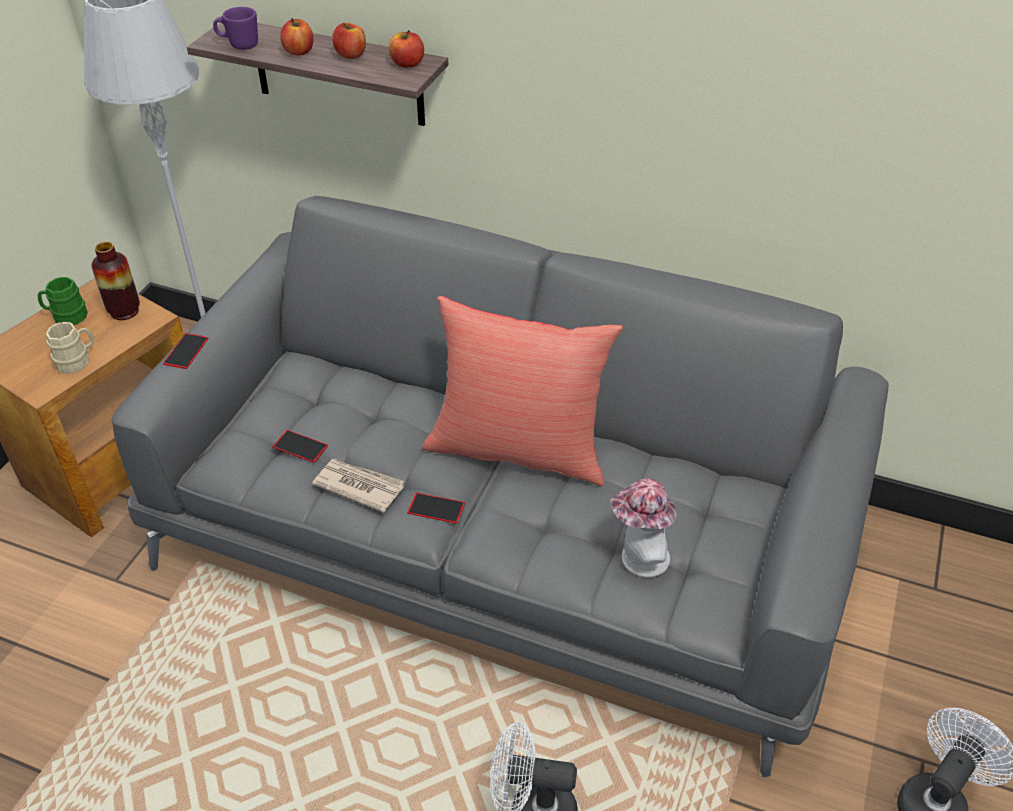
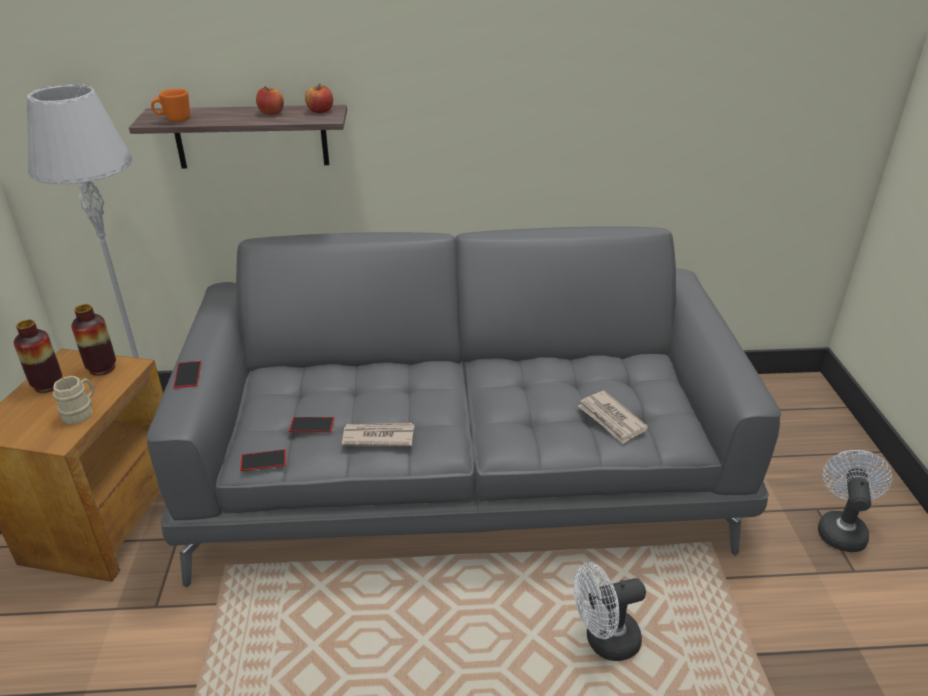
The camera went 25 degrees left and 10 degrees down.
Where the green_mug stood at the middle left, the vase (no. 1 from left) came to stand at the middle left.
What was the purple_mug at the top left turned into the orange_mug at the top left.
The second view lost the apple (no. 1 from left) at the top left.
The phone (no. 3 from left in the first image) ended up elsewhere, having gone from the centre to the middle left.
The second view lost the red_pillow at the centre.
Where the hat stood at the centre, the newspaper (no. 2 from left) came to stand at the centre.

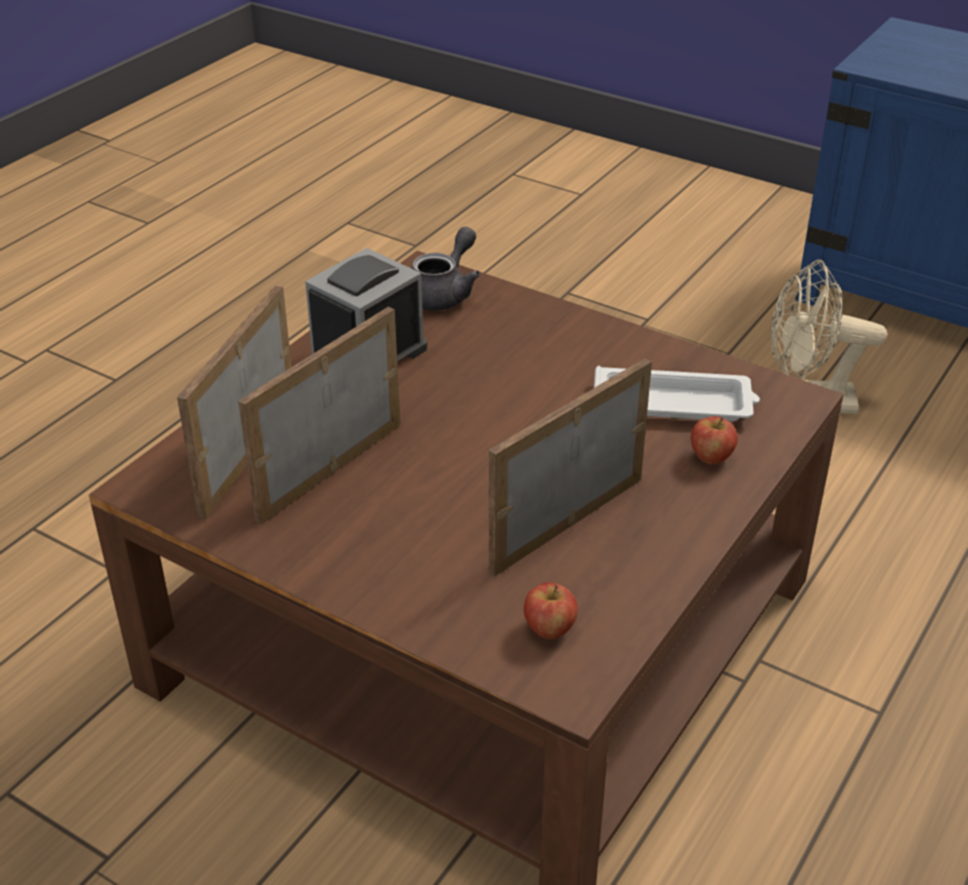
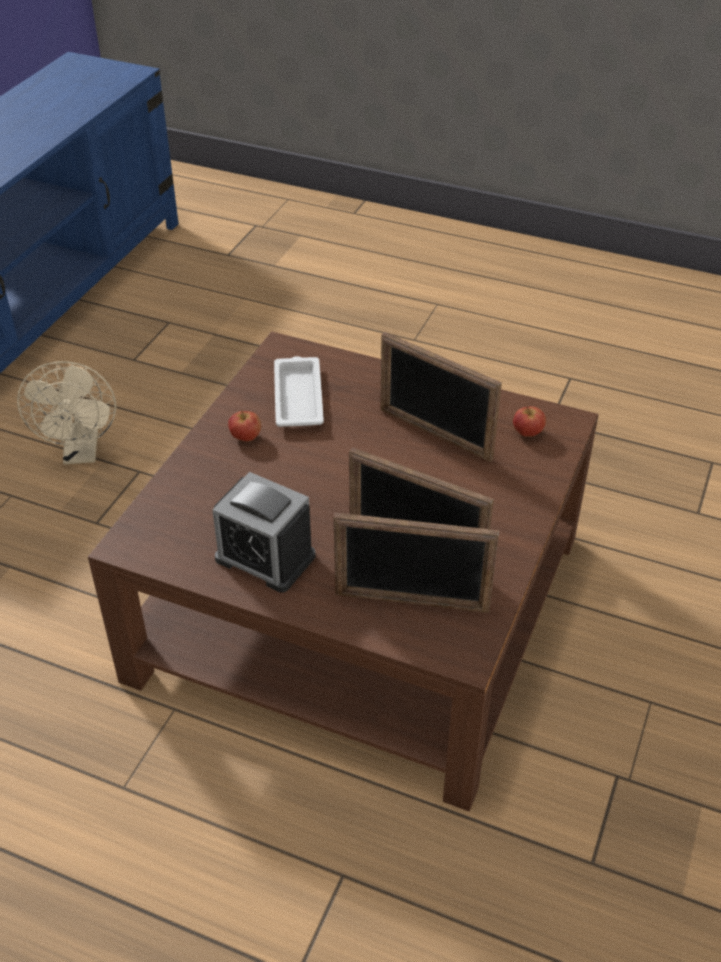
The camera went 100 degrees left and 5 degrees up.
The second view lost the grey_teapot at the top centre.
The apple (no. 2 from left in the first image) ended up elsewhere, having gone from the middle right to the centre.

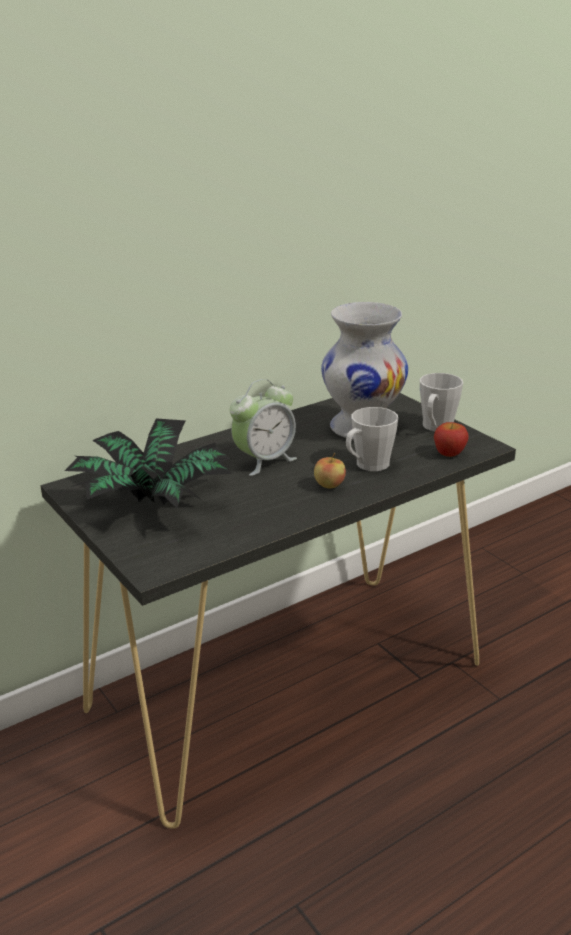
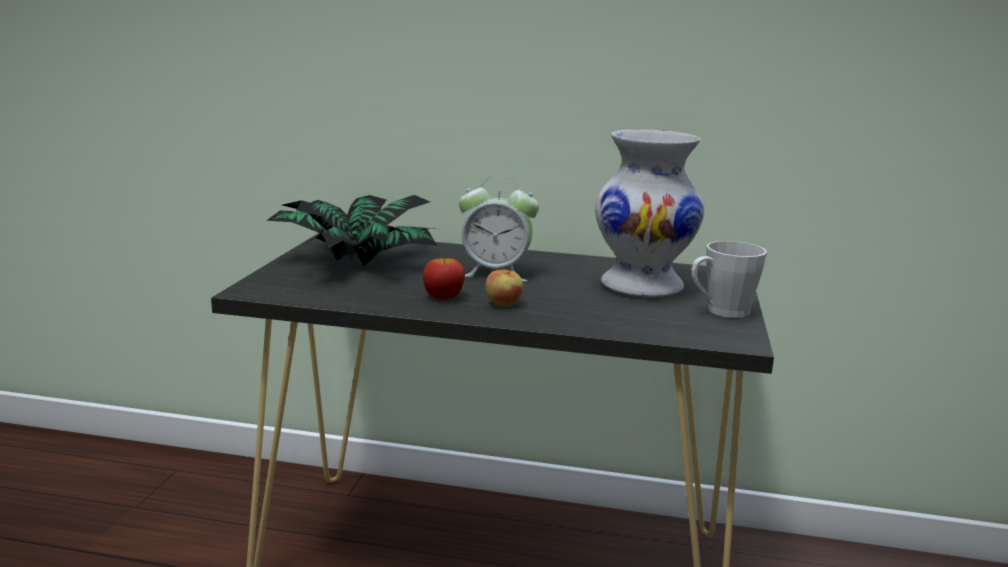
The camera went 45 degrees right and 10 degrees down.
The second view lost the grey_mug (no. 1 from left) at the centre.
The apple (no. 2 from left in the first image) ended up elsewhere, having gone from the middle right to the centre.

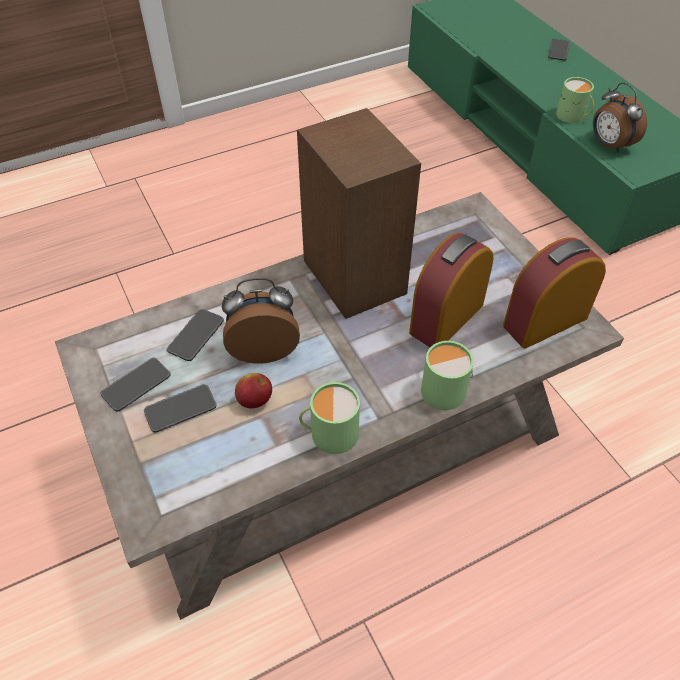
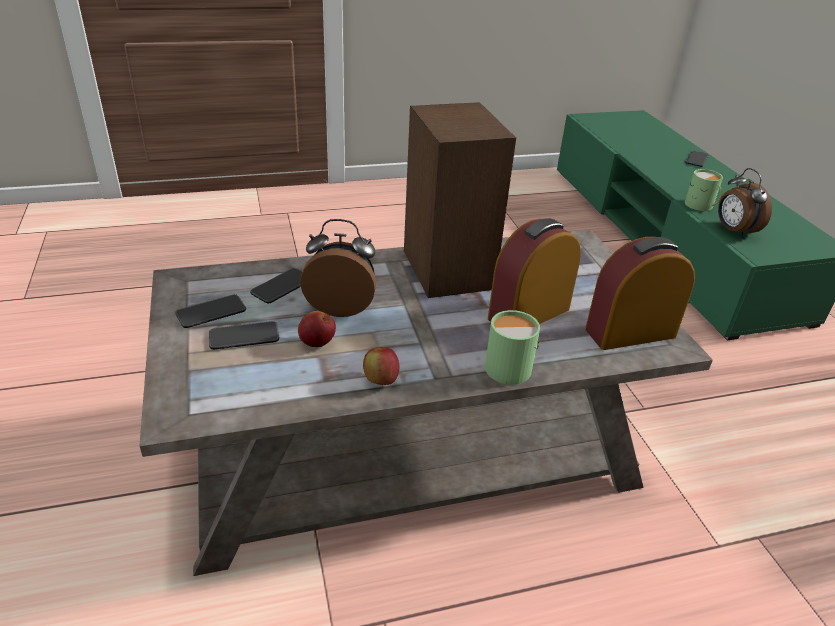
The camera went 10 degrees right and 15 degrees down.
Where the green_mug (no. 1 from left) stood at the centre, the apple (no. 2 from left) came to stand at the centre.

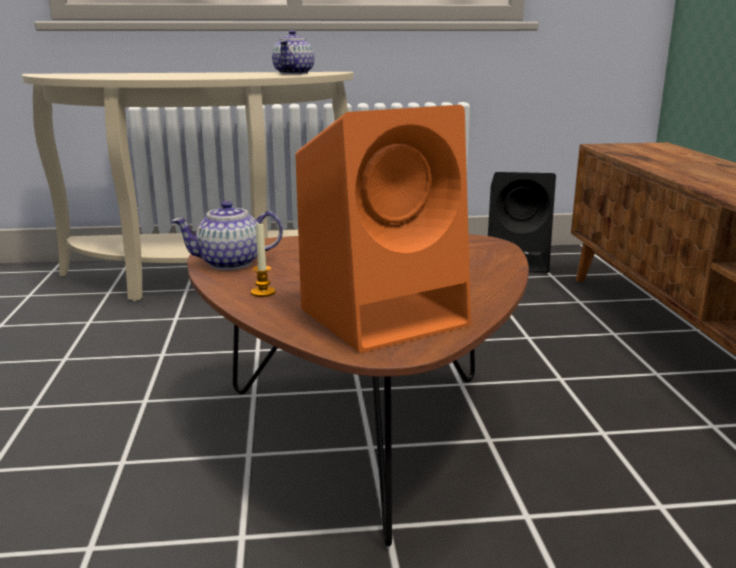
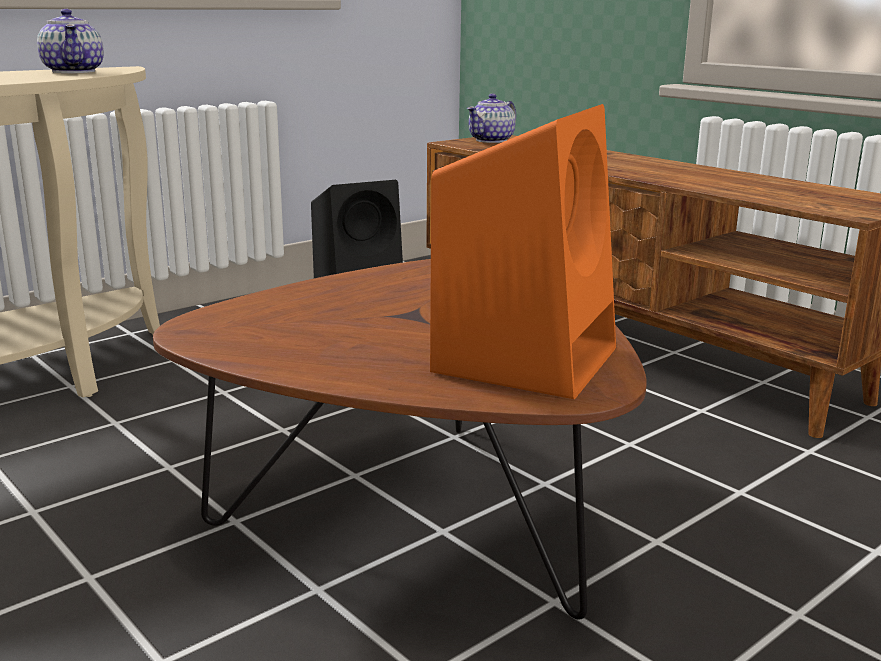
The camera went 35 degrees left and 0 degrees up.
The teapot (no. 1 from left in the first image) ended up elsewhere, having gone from the middle left to the top centre.
The second view lost the candle at the centre.

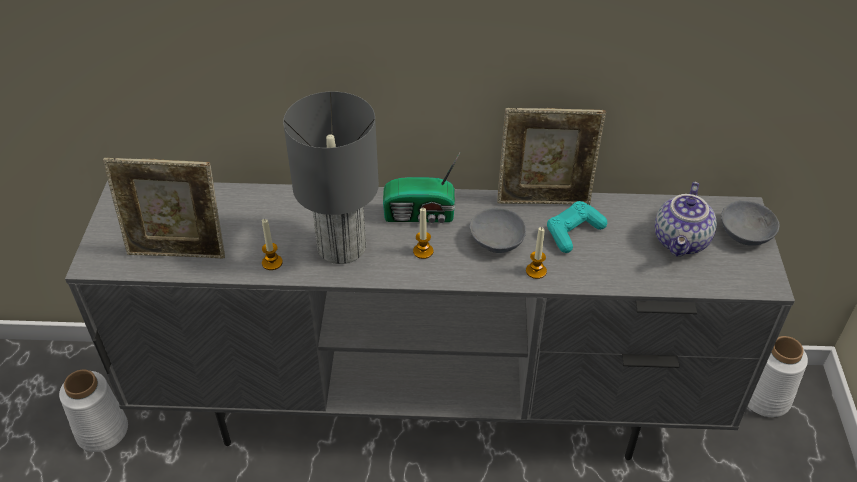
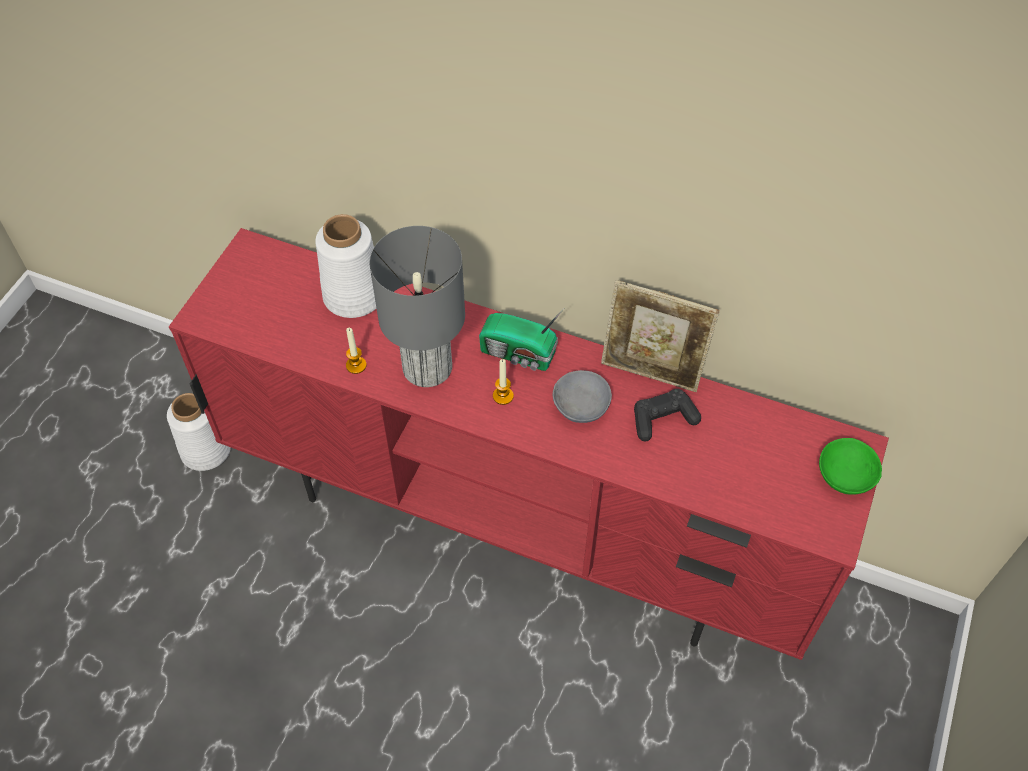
The camera went 20 degrees right and 10 degrees up.
What was the grey_tv_stand at the centre turned into the red_tv_stand at the centre.
The second view lost the picture_frame (no. 1 from left) at the middle left.
The second view lost the candle (no. 3 from left) at the centre.
What was the turquoise_game_controller at the middle right turned into the black_game_controller at the centre.
The second view lost the teapot at the middle right.
What was the grey_bowl (no. 2 from left) at the middle right turned into the green_bowl at the middle right.
The white_vase (no. 2 from left) ended up elsewhere, having gone from the bottom right to the centre.

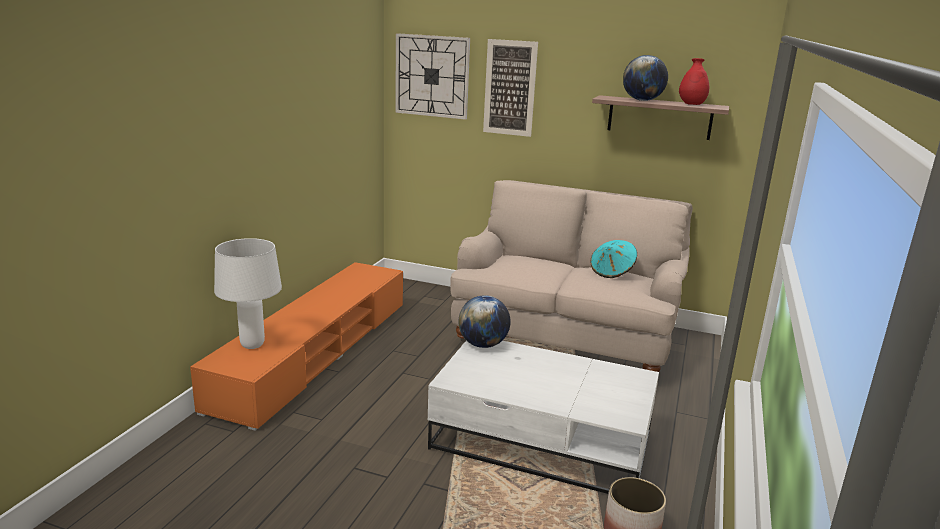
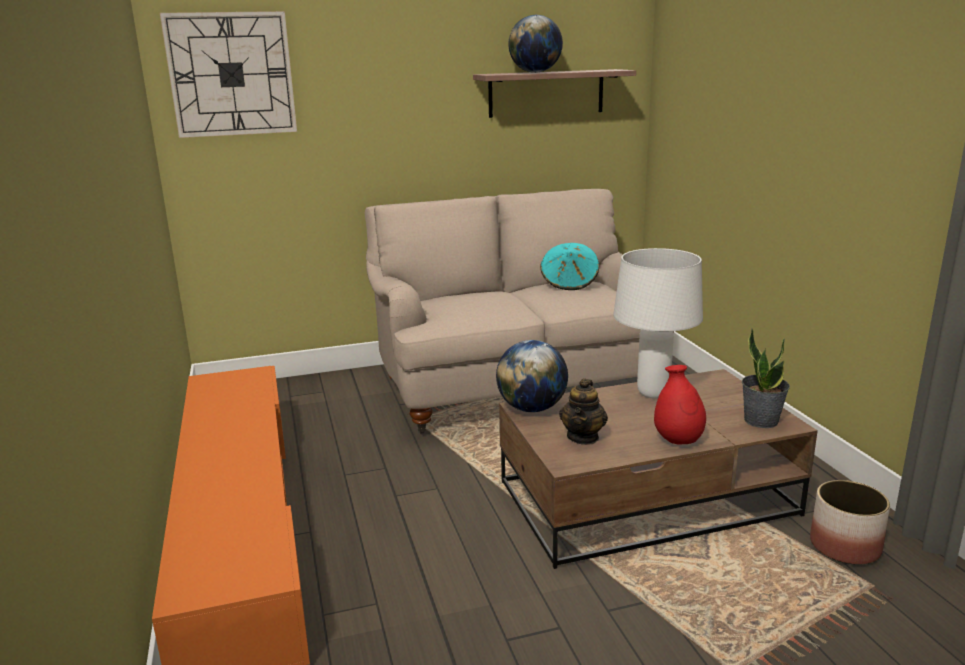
The camera went 35 degrees left and 0 degrees up.
The white_table_lamp ended up elsewhere, having gone from the middle left to the middle right.
What was the white_coffee_table at the bottom centre turned into the brown_coffee_table at the bottom right.
The second view lost the picture at the top centre.
The red_vase ended up elsewhere, having gone from the top right to the middle right.
The second view gained the teapot at the centre.
The second view gained the potted_plant at the middle right.

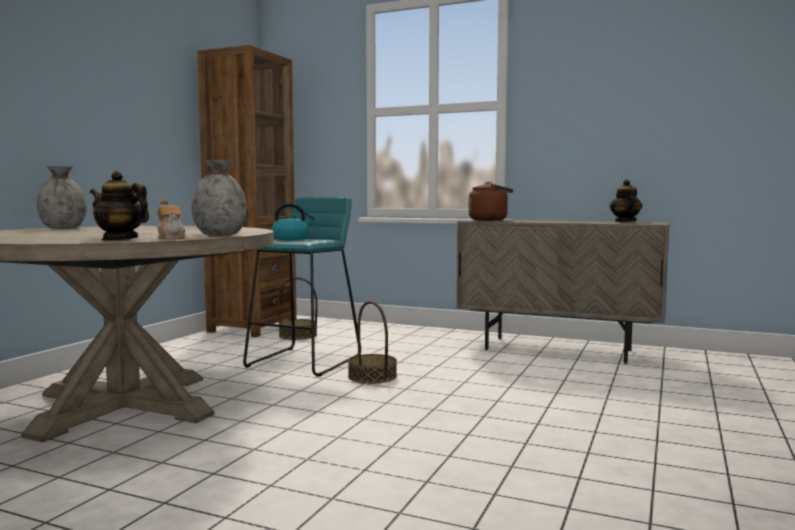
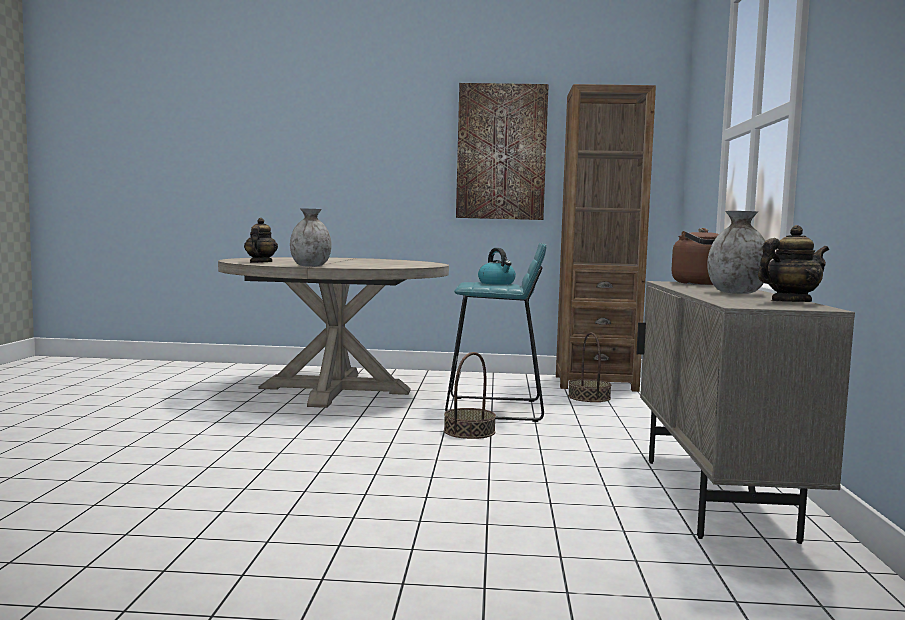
The camera went 70 degrees right and 0 degrees up.
The grey_vase (no. 1 from left in the first image) ended up elsewhere, having gone from the middle left to the middle right.
The second view lost the teapot (no. 2 from left) at the middle left.
The second view gained the picture at the top centre.

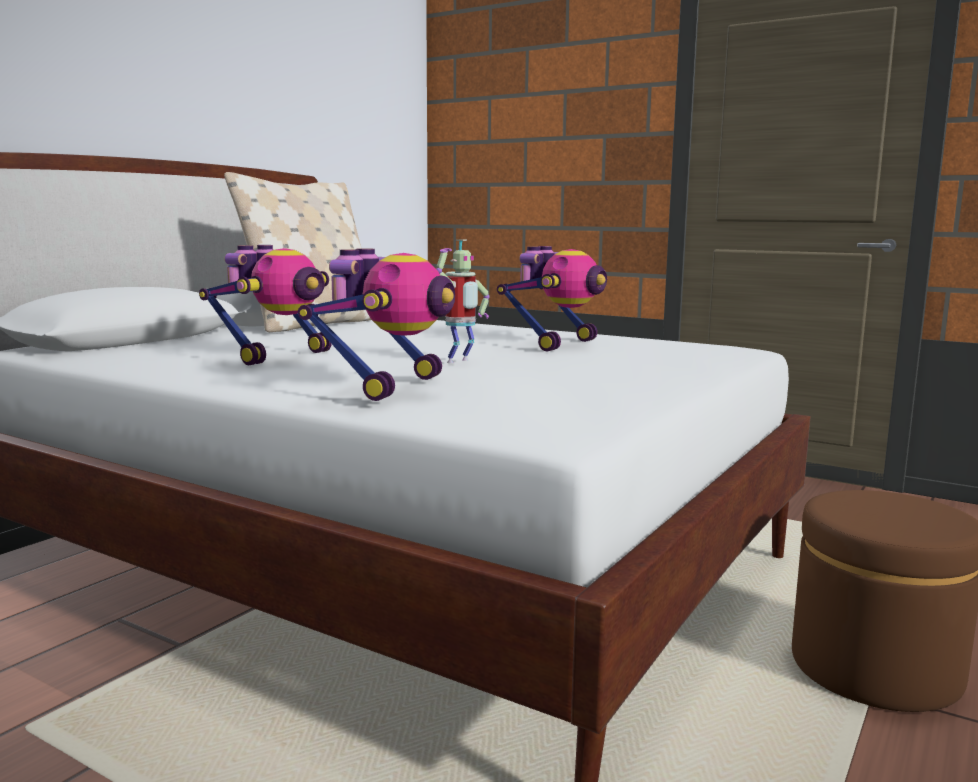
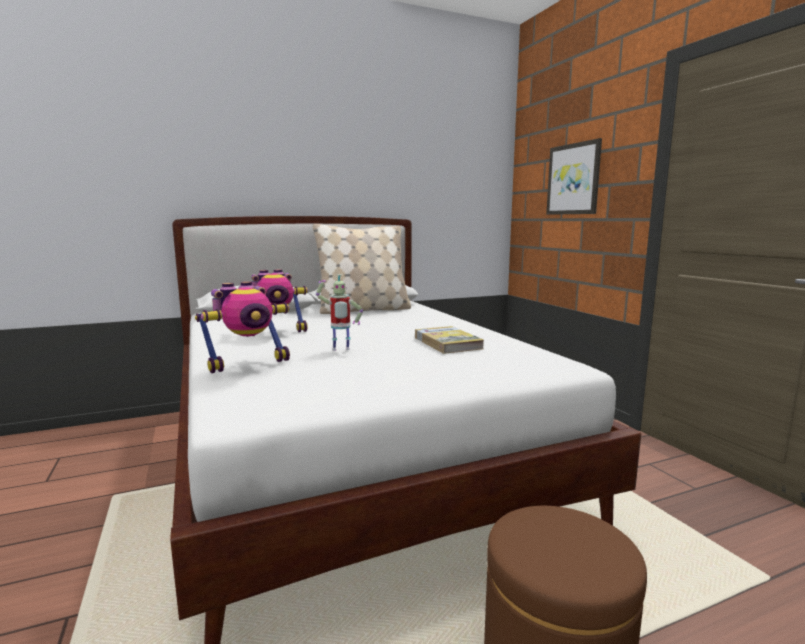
The camera went 35 degrees right and 0 degrees up.
Where the toy_robot (no. 4 from left) stood at the centre, the book came to stand at the centre.
The second view gained the picture at the top right.

